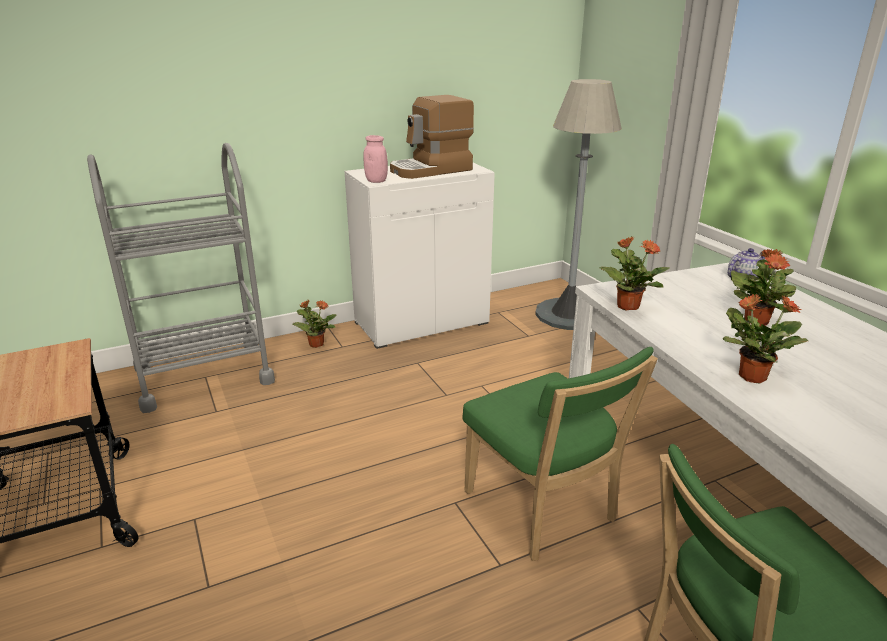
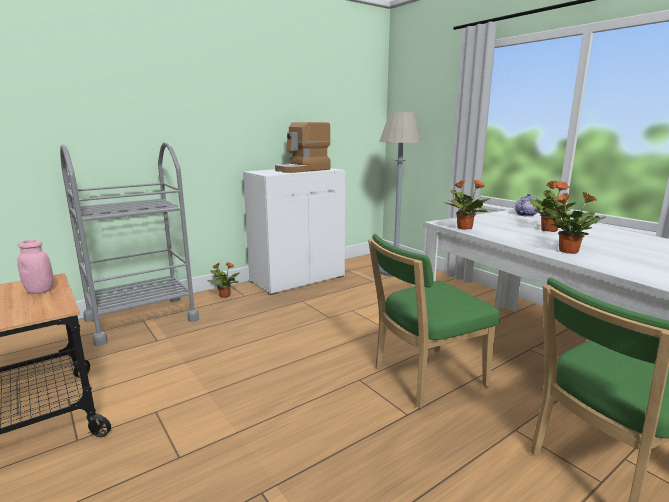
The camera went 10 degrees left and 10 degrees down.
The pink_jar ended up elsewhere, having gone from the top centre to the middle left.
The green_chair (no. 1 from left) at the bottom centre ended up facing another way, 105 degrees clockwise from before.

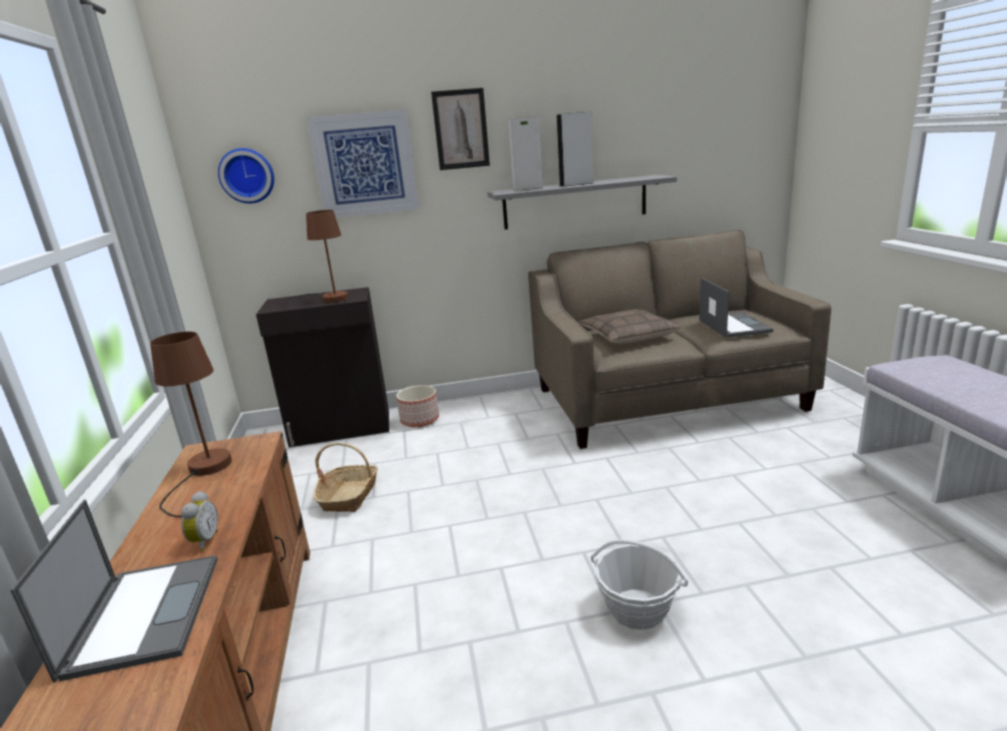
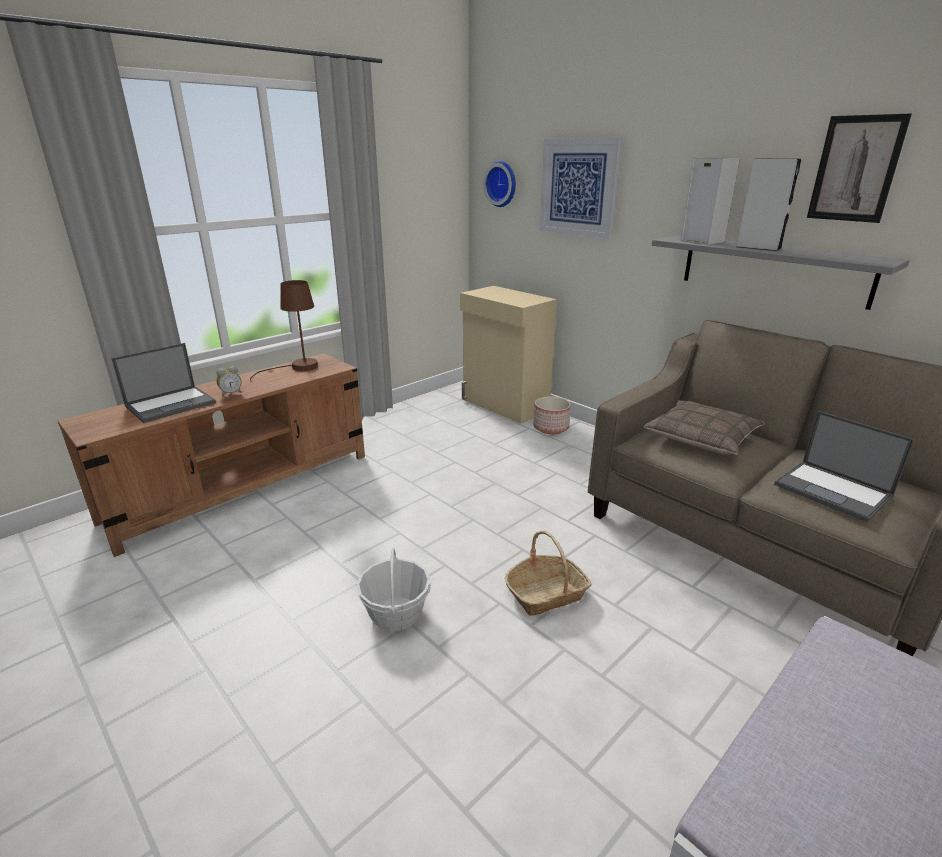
The camera went 55 degrees right and 5 degrees up.
What was the black_cabinet at the middle left turned into the beige_cabinet at the centre.
The second view lost the brown_table_lamp (no. 2 from left) at the middle left.
The basket (no. 1 from left in the first image) ended up elsewhere, having gone from the centre to the bottom centre.
The picture (no. 2 from left) ended up elsewhere, having gone from the top centre to the top right.
The laptop (no. 2 from left) at the middle right ended up facing another way, 90 degrees clockwise from before.

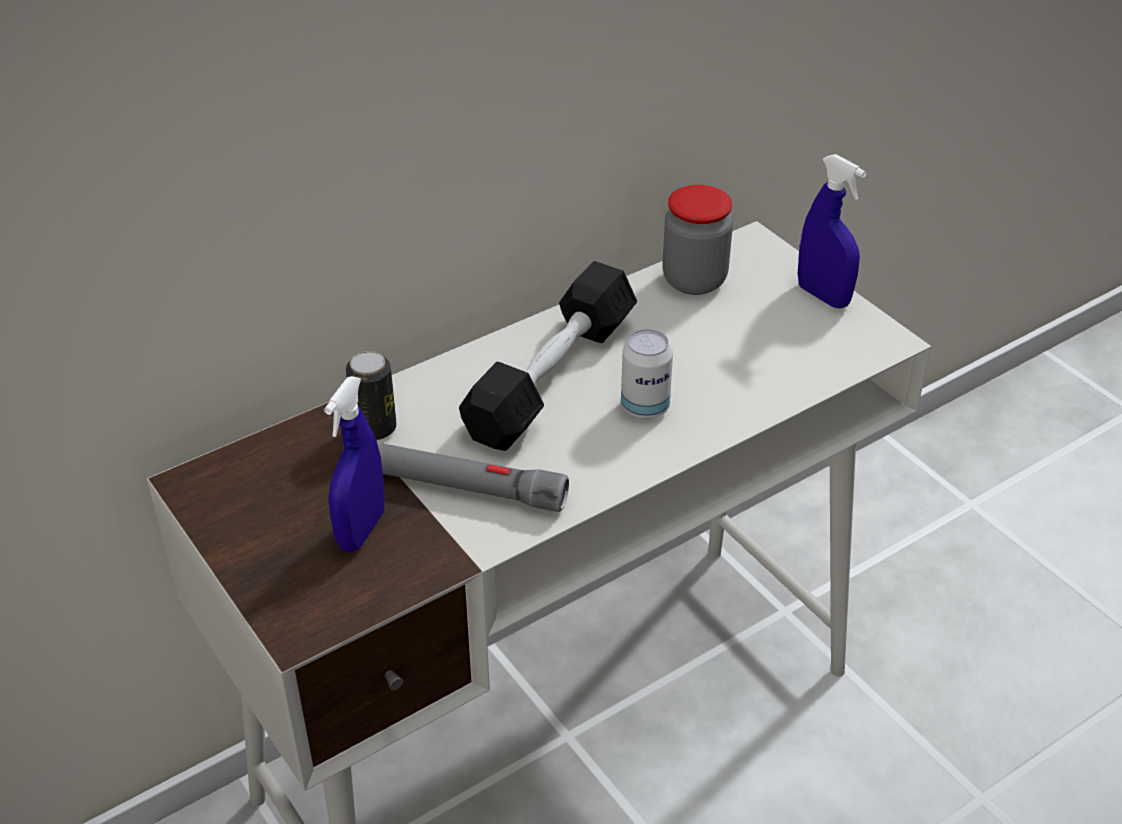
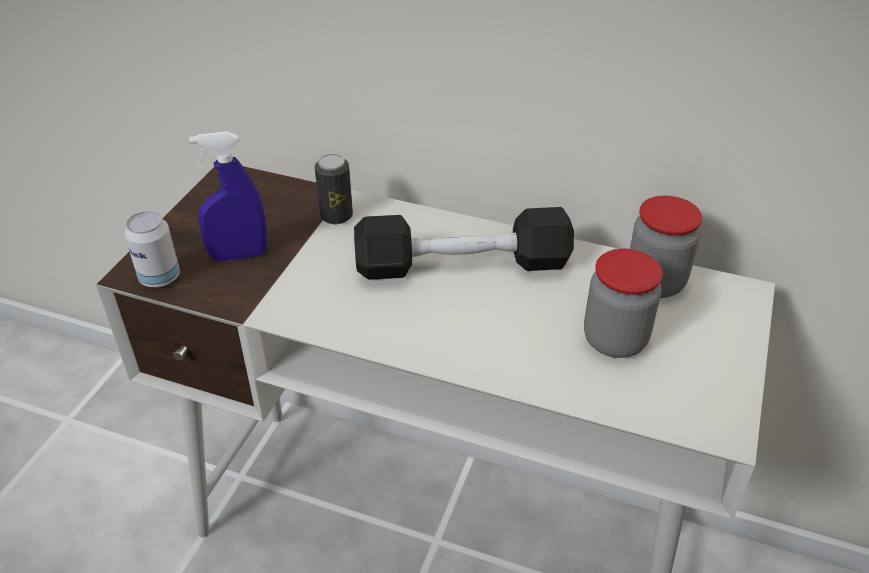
The camera went 55 degrees right and 0 degrees up.
The second view lost the grey_flashlight at the centre.
The can (no. 2 from left in the first image) ended up elsewhere, having gone from the centre to the middle left.
The second view lost the blue_spray_bottle (no. 2 from left) at the top right.
The second view gained the jar (no. 1 from left) at the middle right.

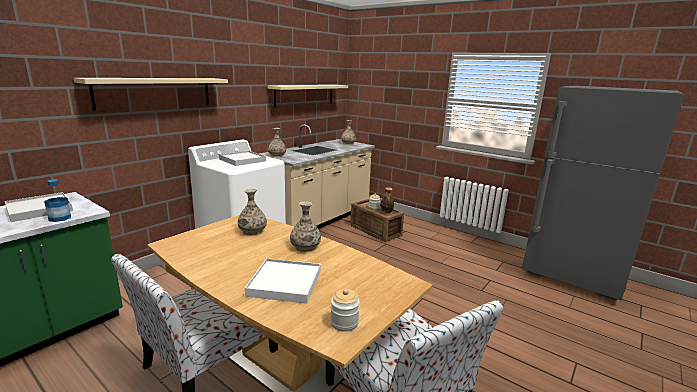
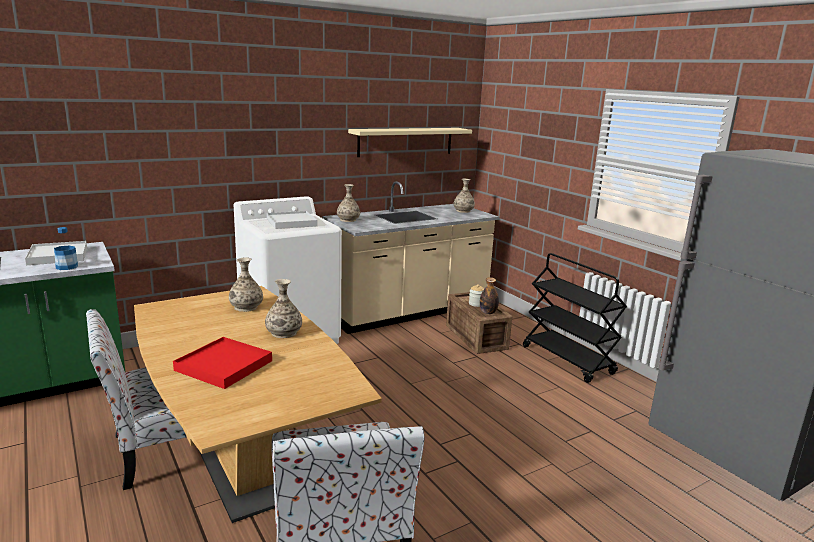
The camera went 20 degrees right and 0 degrees up.
The second view lost the beige_shelf (no. 1 from left) at the top left.
What was the white_tray (no. 3 from left) at the bottom centre turned into the red_tray at the bottom left.
The second view lost the jar (no. 1 from left) at the bottom centre.
The second view gained the black_cart at the middle right.

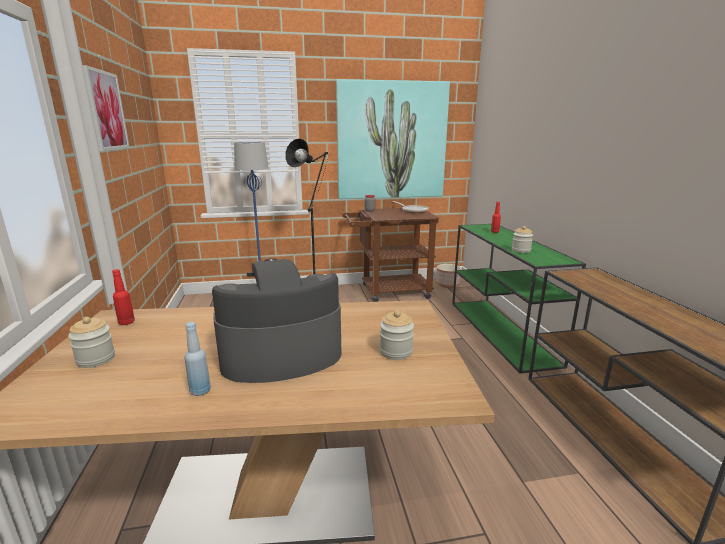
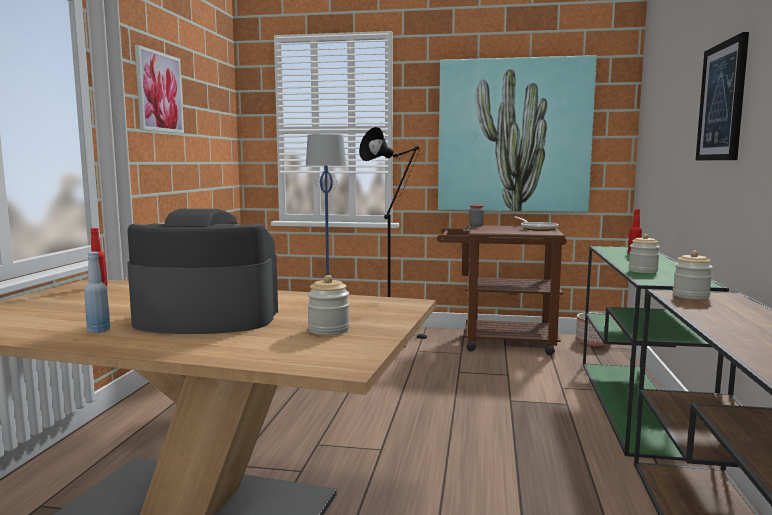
The camera went 20 degrees right and 10 degrees down.
The jar (no. 1 from left in the first image) ended up elsewhere, having gone from the middle left to the middle right.
The second view gained the picture (no. 3 from left) at the top right.

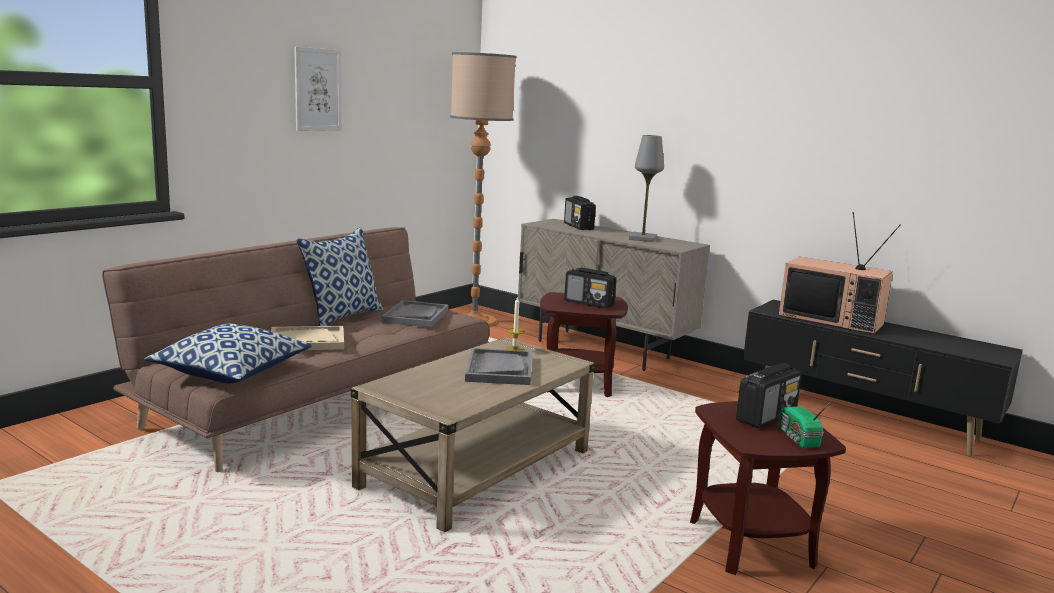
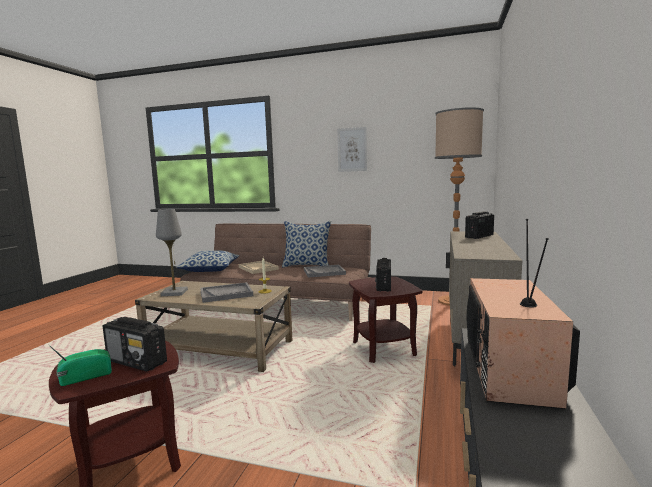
The camera went 70 degrees right and 5 degrees down.
The grey_table_lamp ended up elsewhere, having gone from the top centre to the middle left.

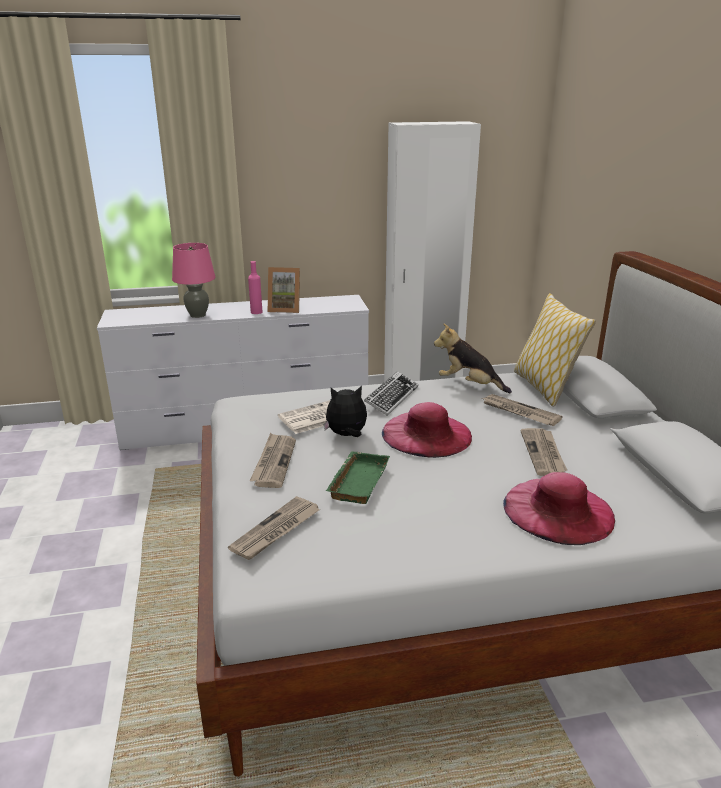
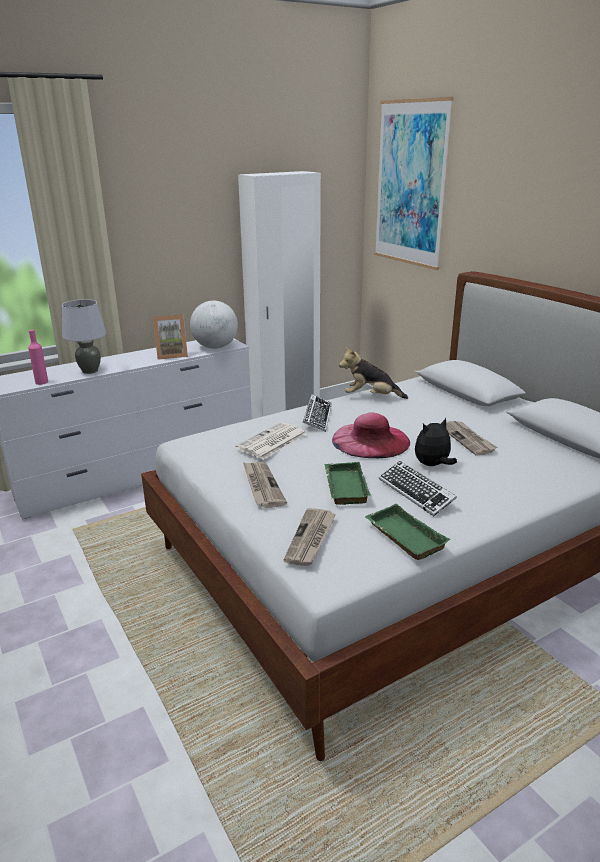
The camera went 20 degrees left and 0 degrees up.
What was the pink_table_lamp at the middle left turned into the grey_table_lamp at the middle left.
The pink_bottle ended up elsewhere, having gone from the centre to the middle left.
The plush_toy (no. 1 from left in the first image) ended up elsewhere, having gone from the centre to the middle right.
The second view lost the newspaper (no. 4 from left) at the middle right.
The second view lost the pink_hat (no. 2 from left) at the middle right.
The second view lost the pillow at the middle right.
The second view gained the globe at the centre.
The second view gained the green_tray (no. 2 from left) at the middle right.
The second view gained the picture at the top right.
The second view gained the keyboard (no. 2 from left) at the middle right.

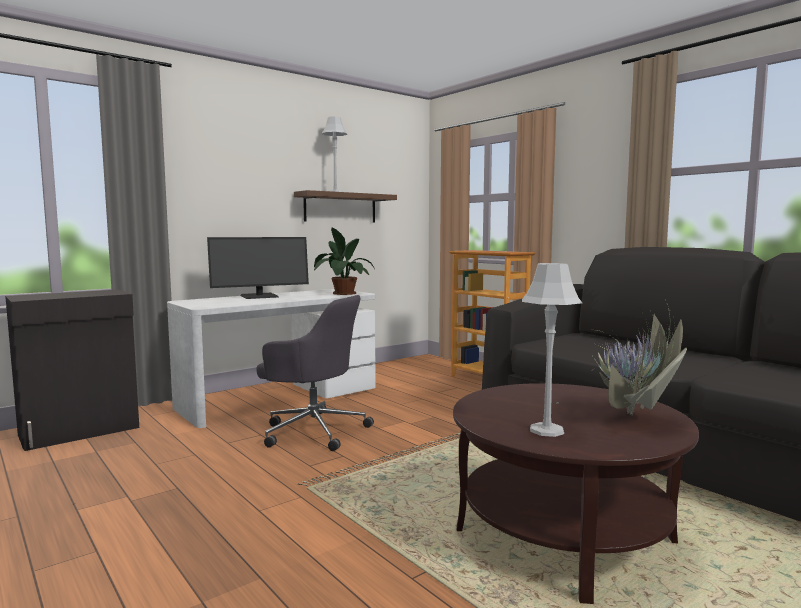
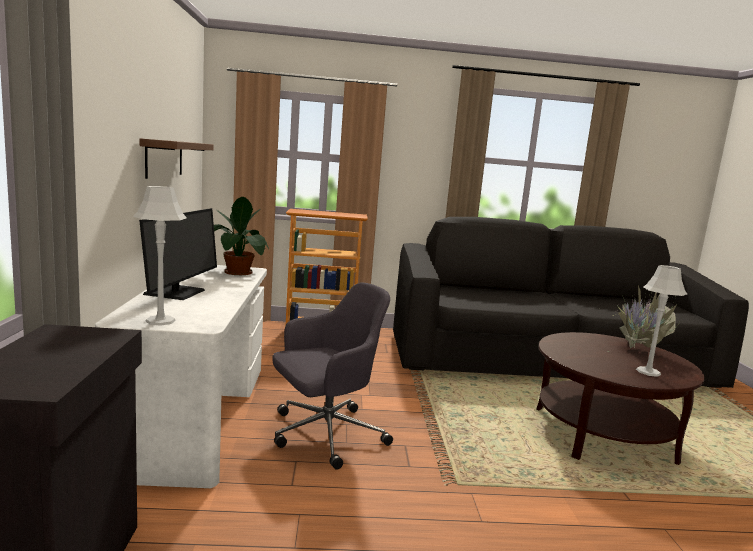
The camera went 55 degrees left and 5 degrees up.
The grey_table_lamp (no. 1 from left) ended up elsewhere, having gone from the top centre to the middle left.

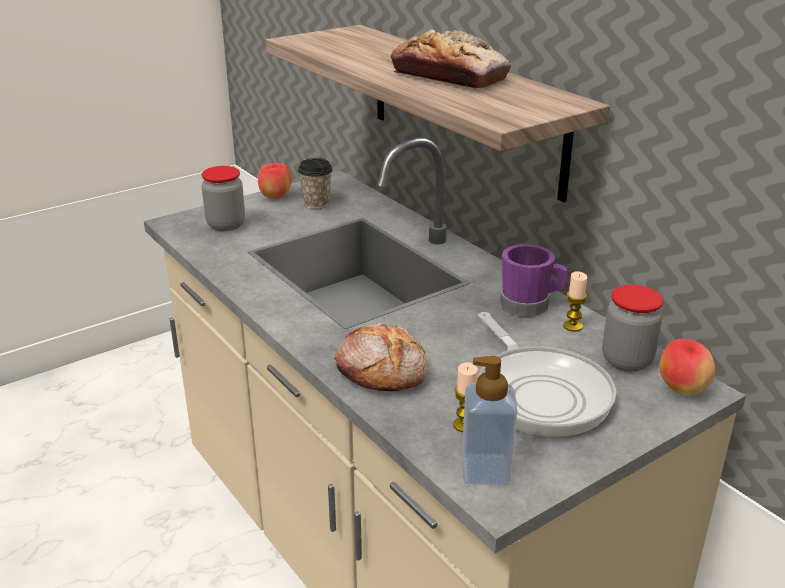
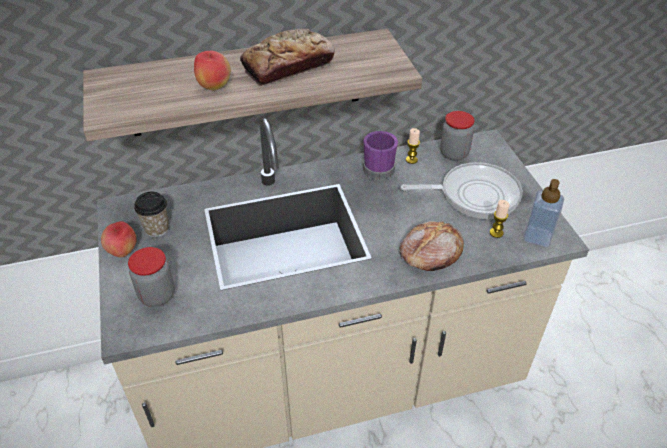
The camera went 70 degrees left and 15 degrees up.
The apple (no. 2 from left) ended up elsewhere, having gone from the middle right to the top left.

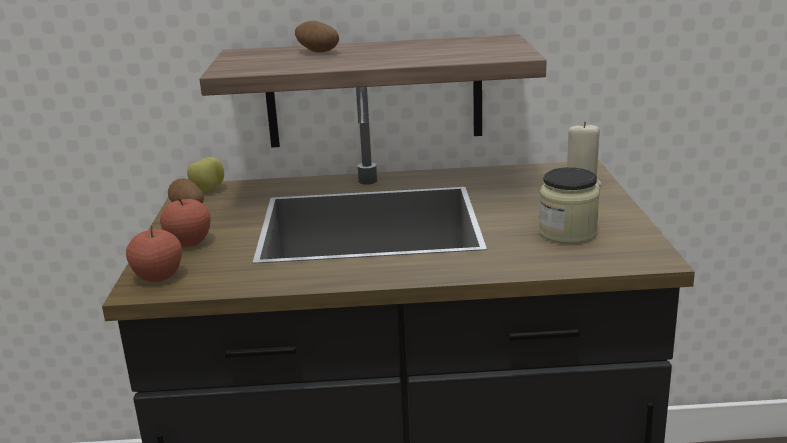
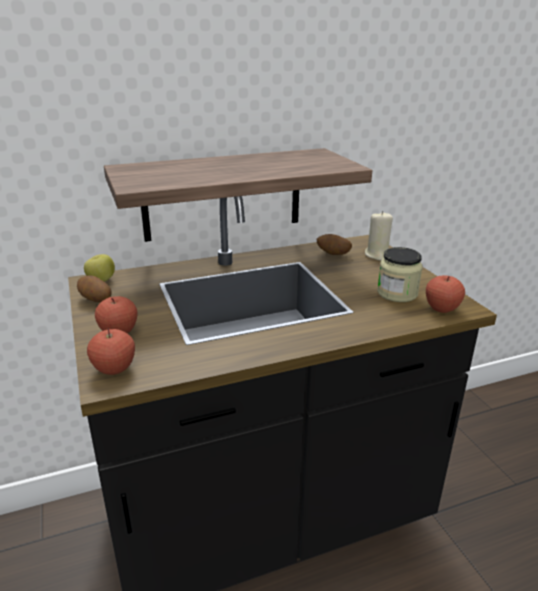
The camera went 20 degrees left and 5 degrees up.
The potato (no. 2 from left) ended up elsewhere, having gone from the top centre to the centre.
The second view gained the apple (no. 4 from left) at the middle right.

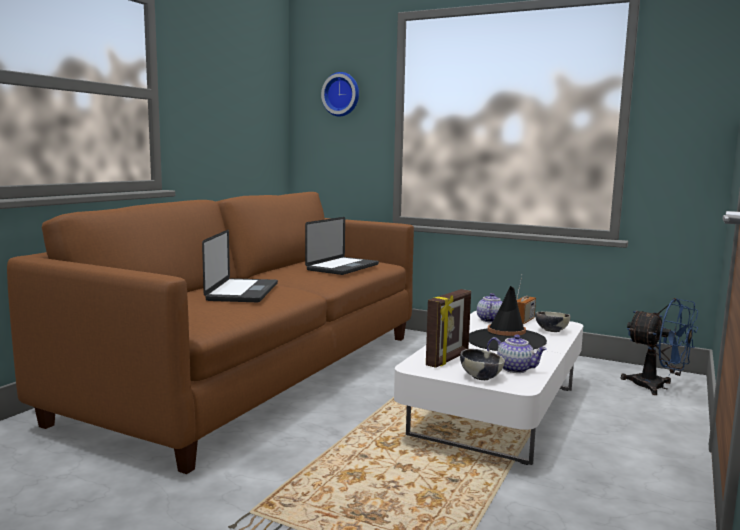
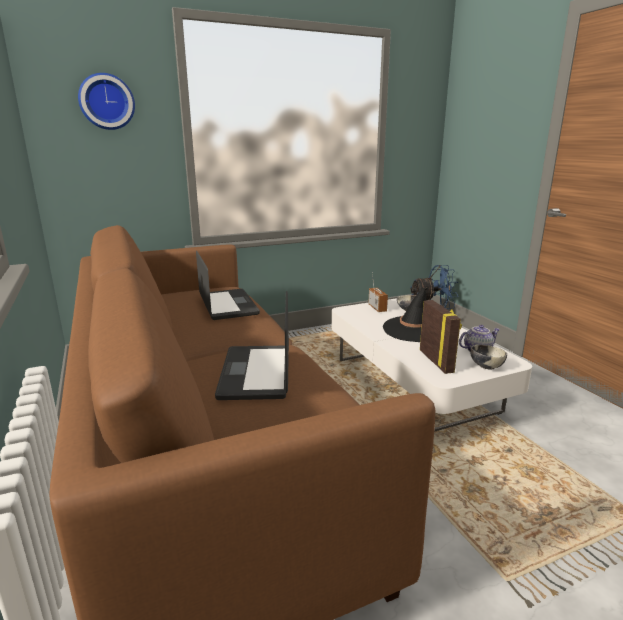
The camera went 50 degrees left and 10 degrees up.
The laptop (no. 1 from left in the first image) at the middle left ended up facing another way, 135 degrees counterclockwise from before.
The second view lost the teapot (no. 1 from left) at the centre.

